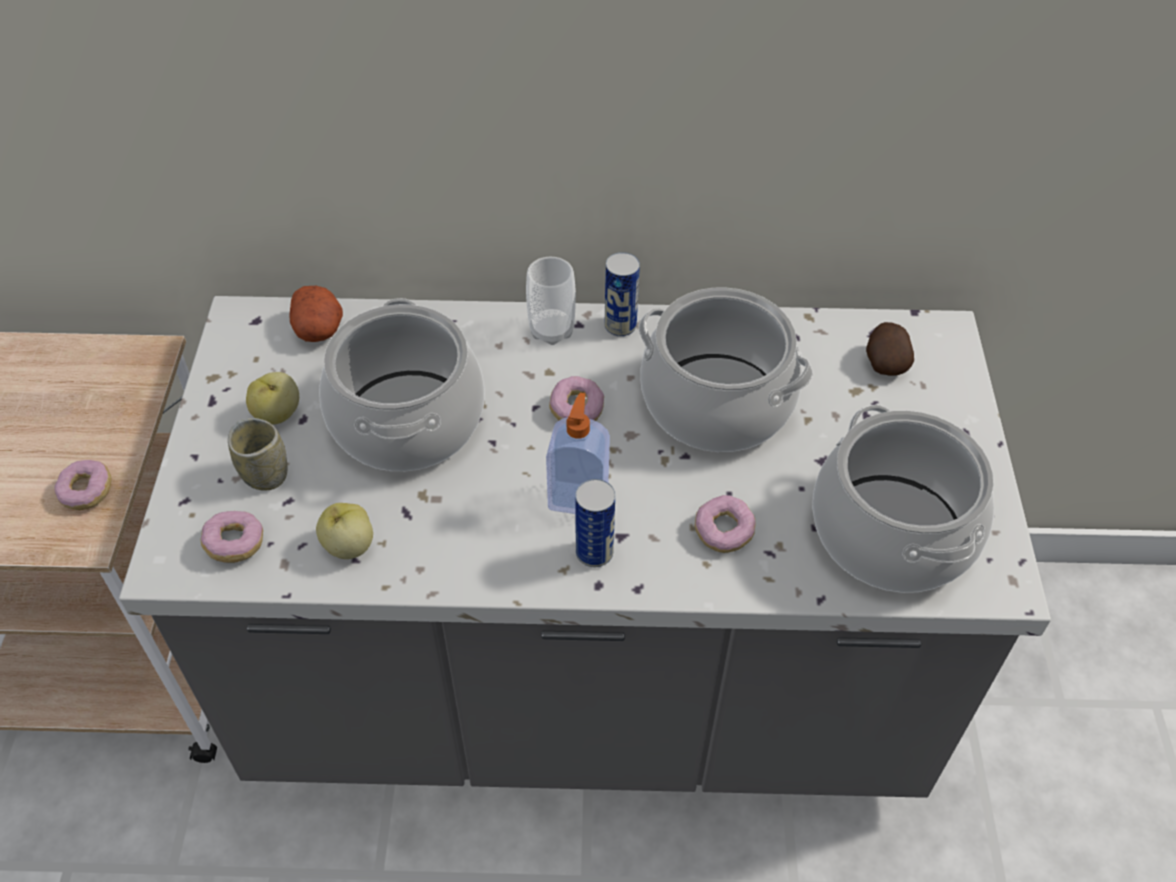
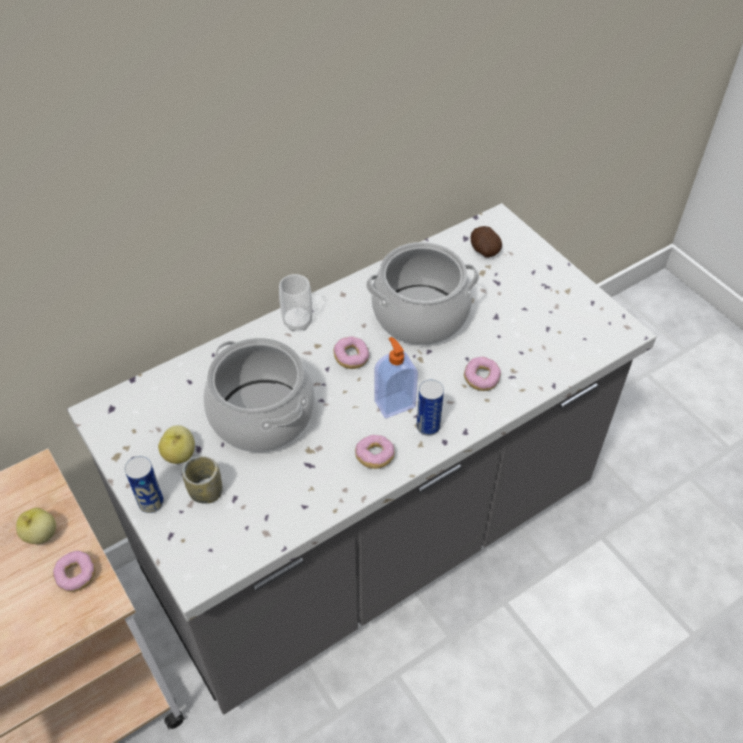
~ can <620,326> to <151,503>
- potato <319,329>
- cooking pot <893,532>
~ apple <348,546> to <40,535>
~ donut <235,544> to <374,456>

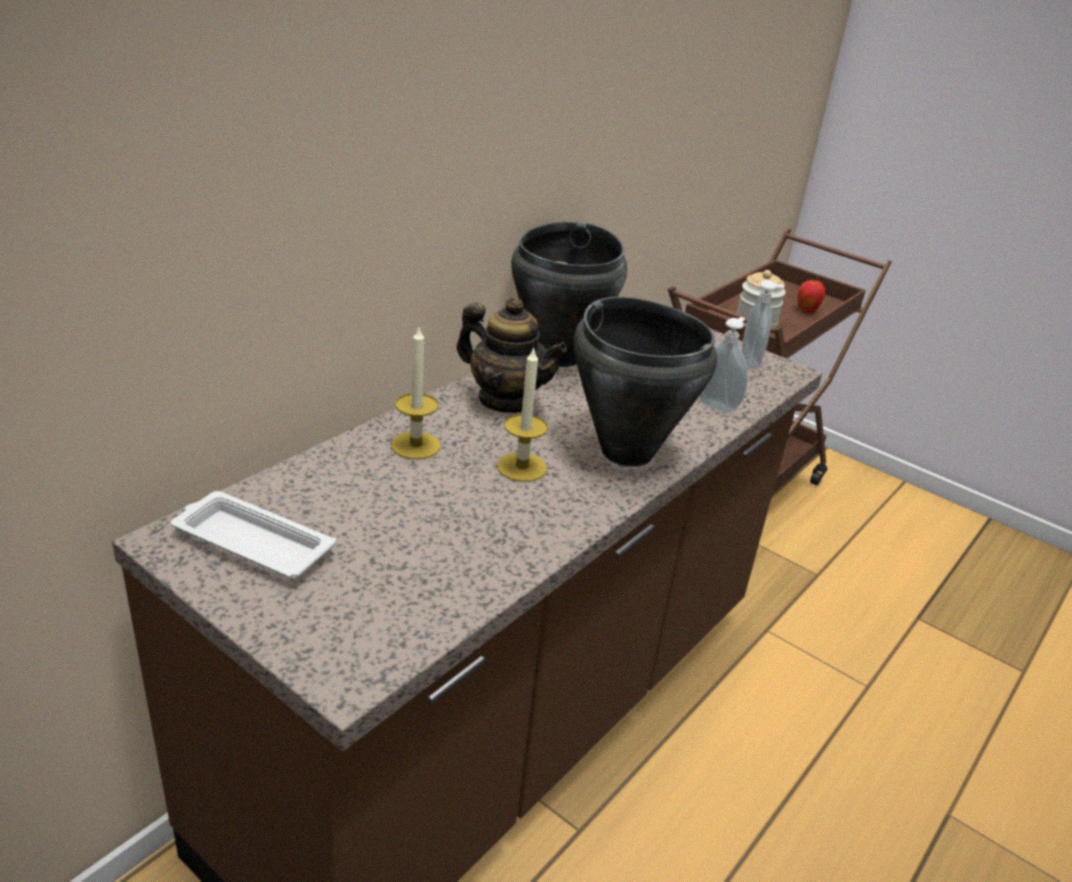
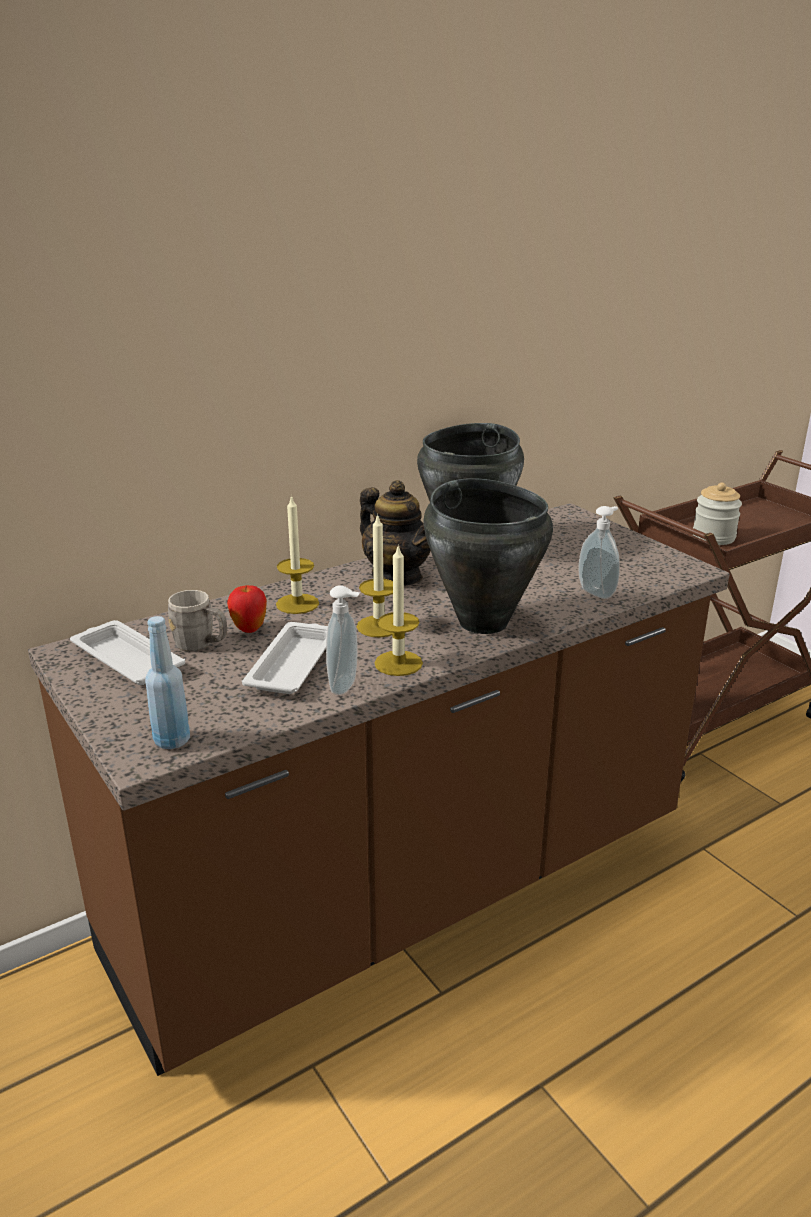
~ soap dispenser <752,363> to <346,686>
~ apple <806,311> to <249,629>
+ candle <398,663>
+ grey mug <201,645>
+ blue bottle <172,740>
+ white tray <293,663>

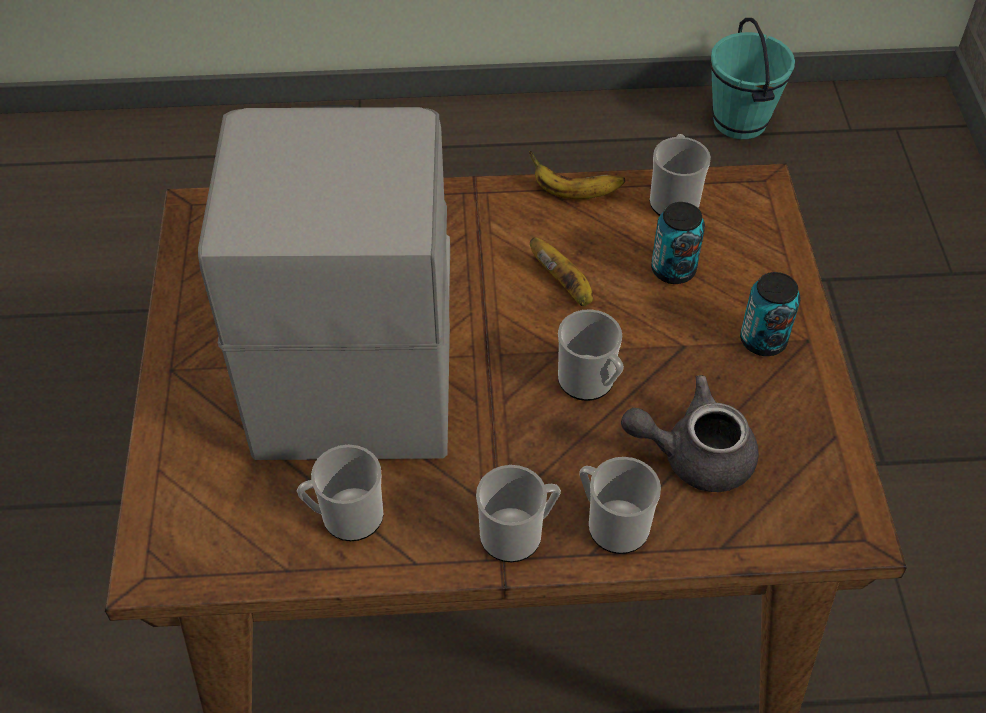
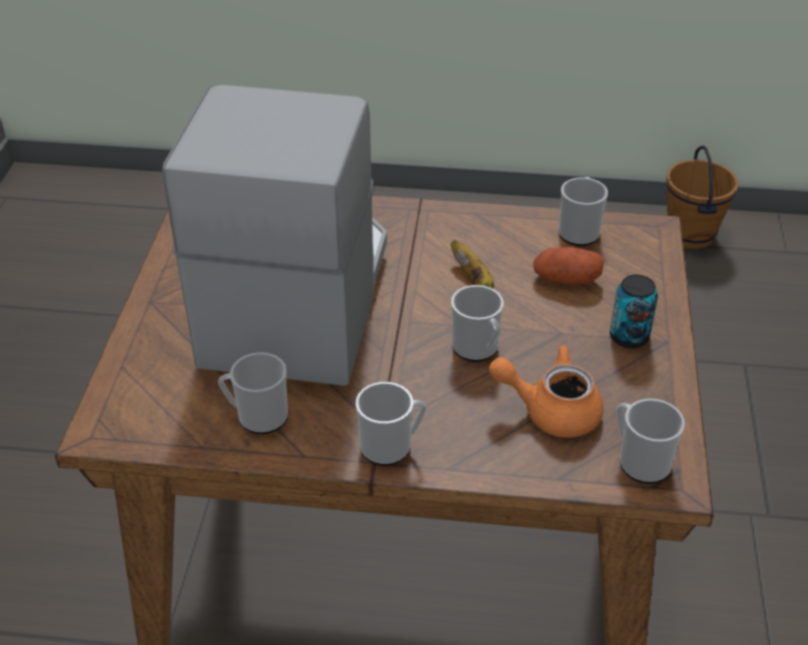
~ turquoise bucket <741,122> to brown bucket <691,235>
- banana <574,193>
~ can <673,270> to potato <566,279>
~ grey teapot <693,455> to orange teapot <550,410>
~ mug <612,524> to <639,461>

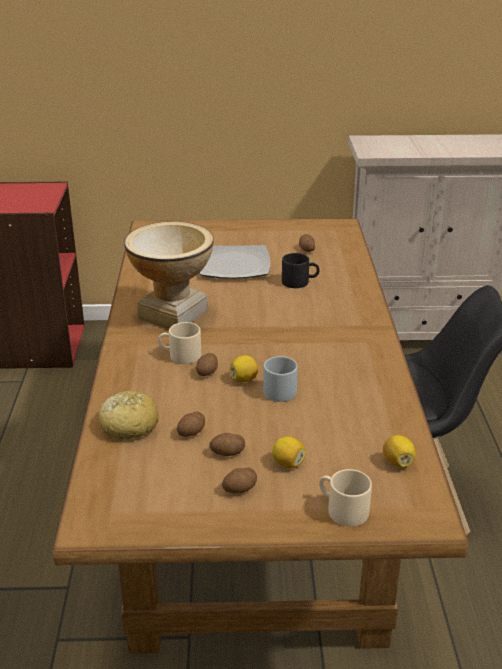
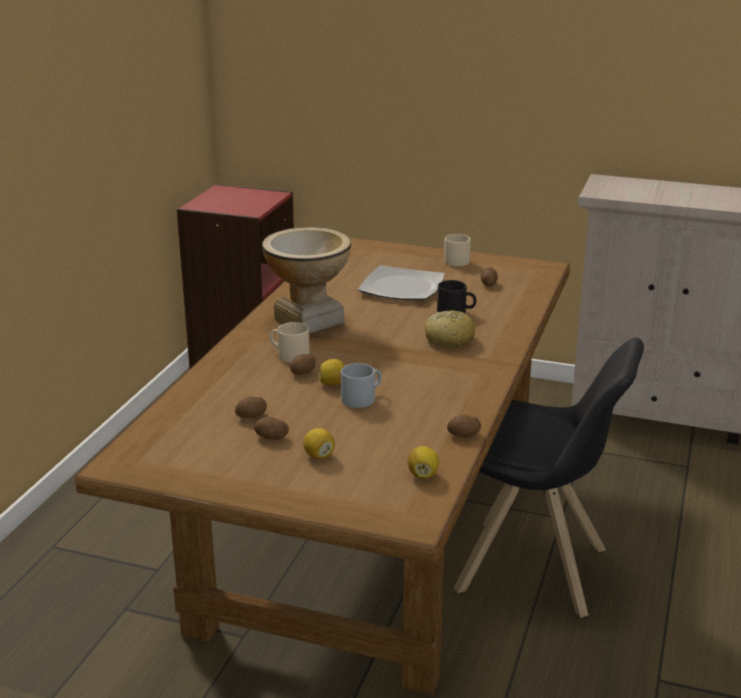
~ bread <128,425> to <449,339>
~ potato <240,489> to <464,435>
~ beige mug <341,509> to <453,260>

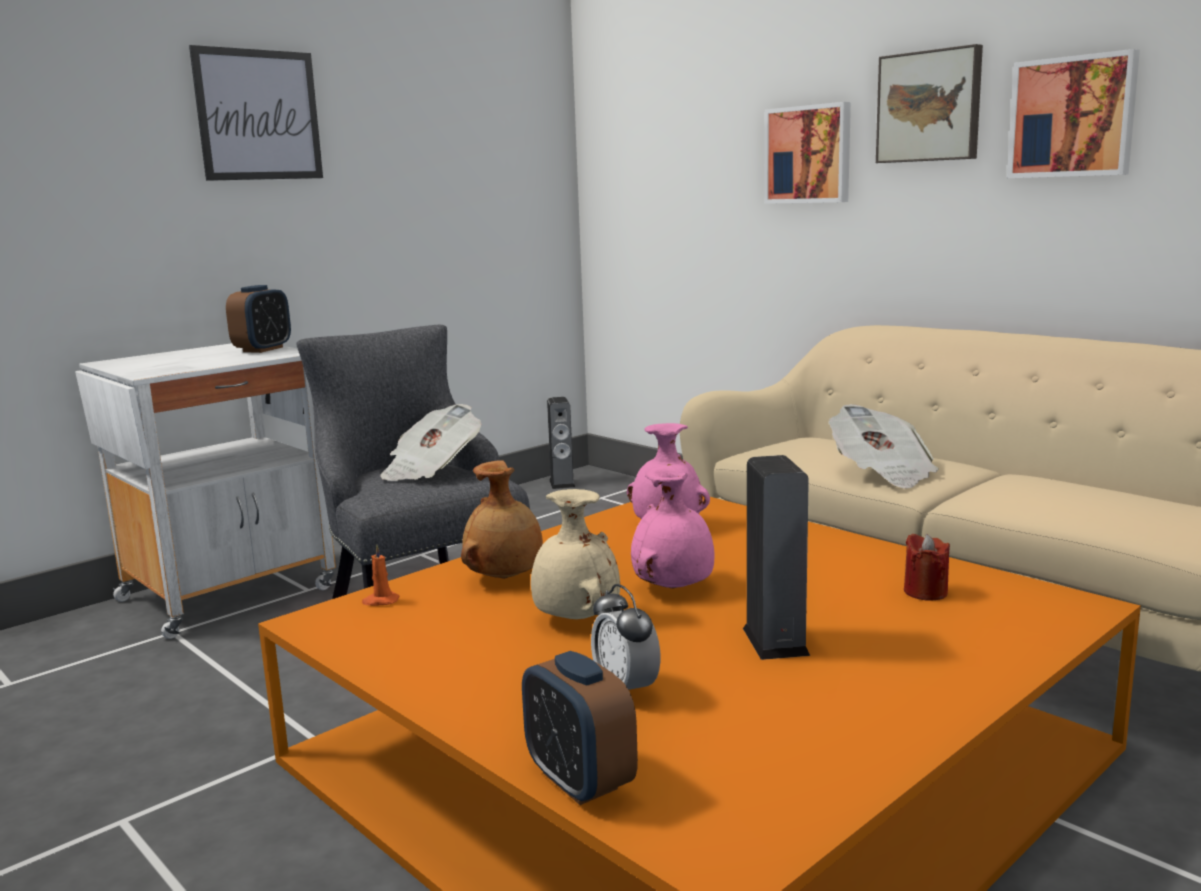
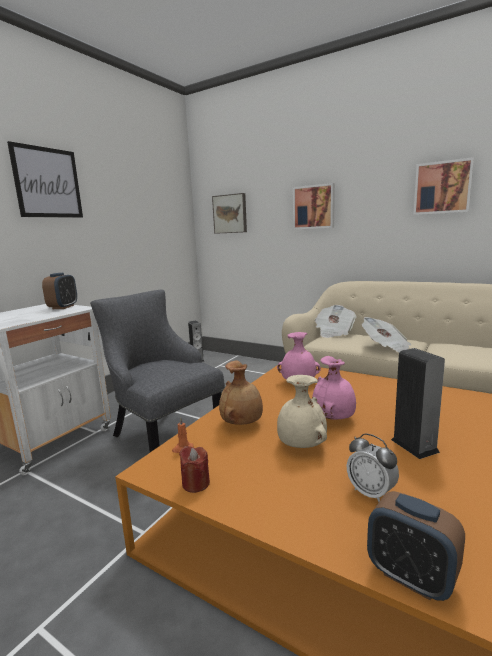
~ picture <930,106> to <230,214>
~ newspaper <431,470> to <334,332>
~ red candle <925,592> to <196,483>

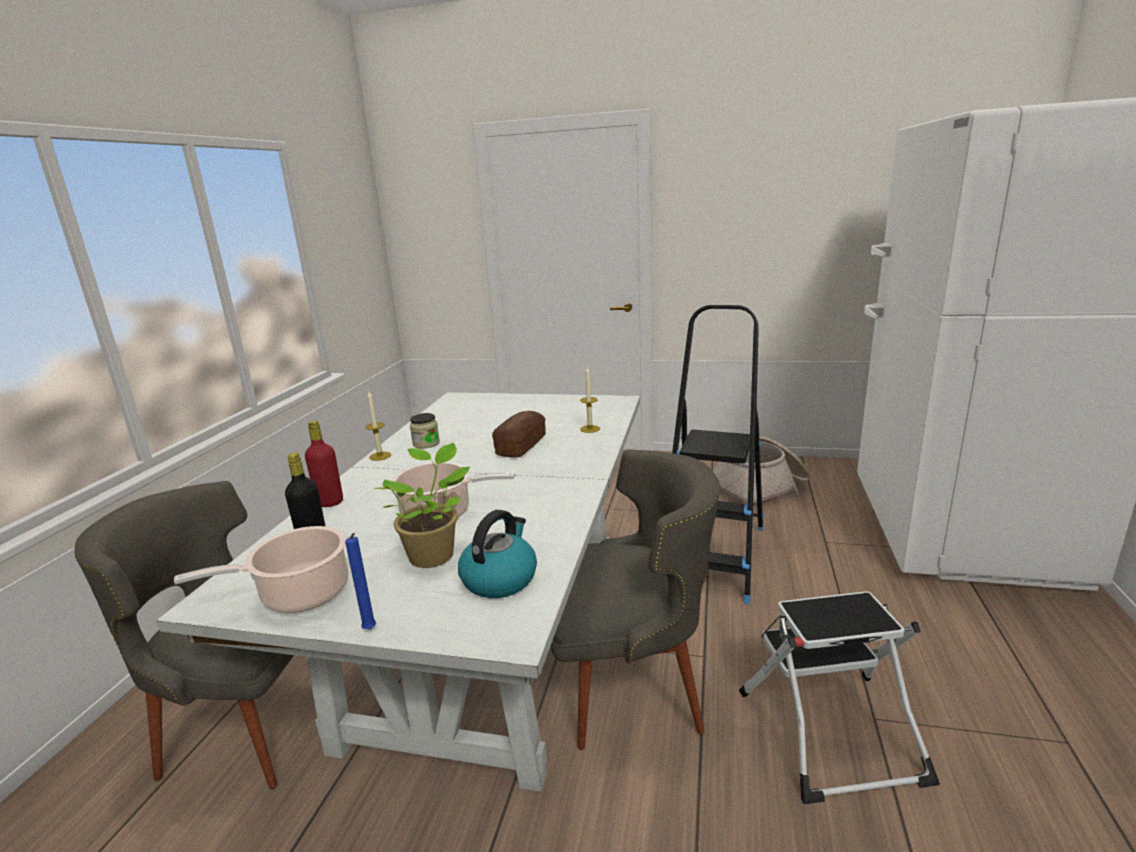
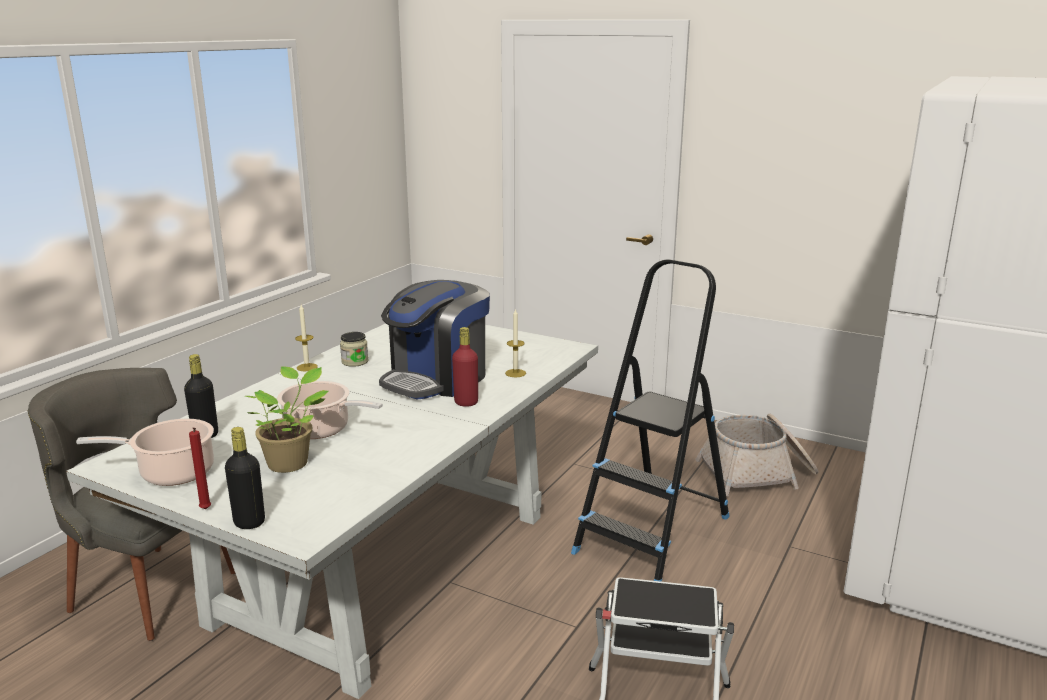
~ bread <521,446> to coffee machine <437,379>
~ red bottle <330,502> to <466,402>
- grey chair <627,691>
- kettle <500,578>
~ blue candle <370,630> to red candle <205,510>
+ black bottle <249,522>

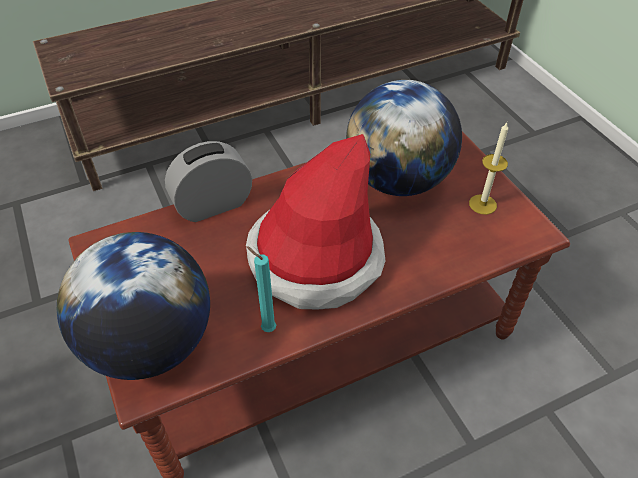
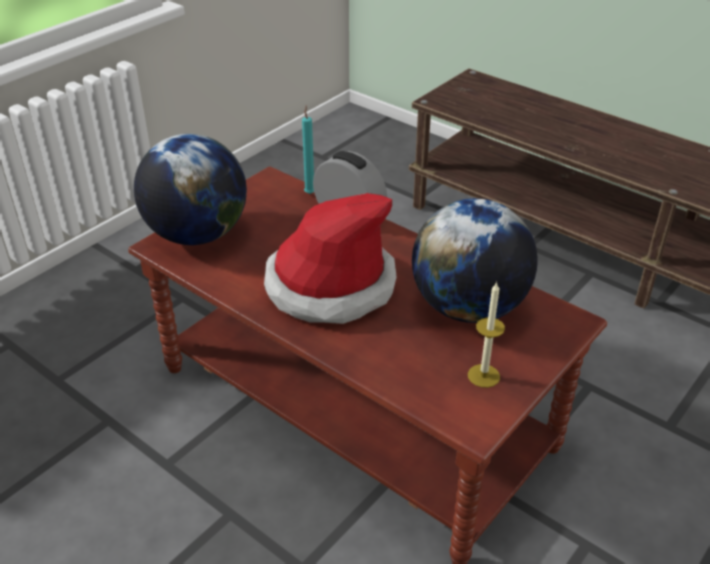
~ turquoise candle <266,328> to <310,193>

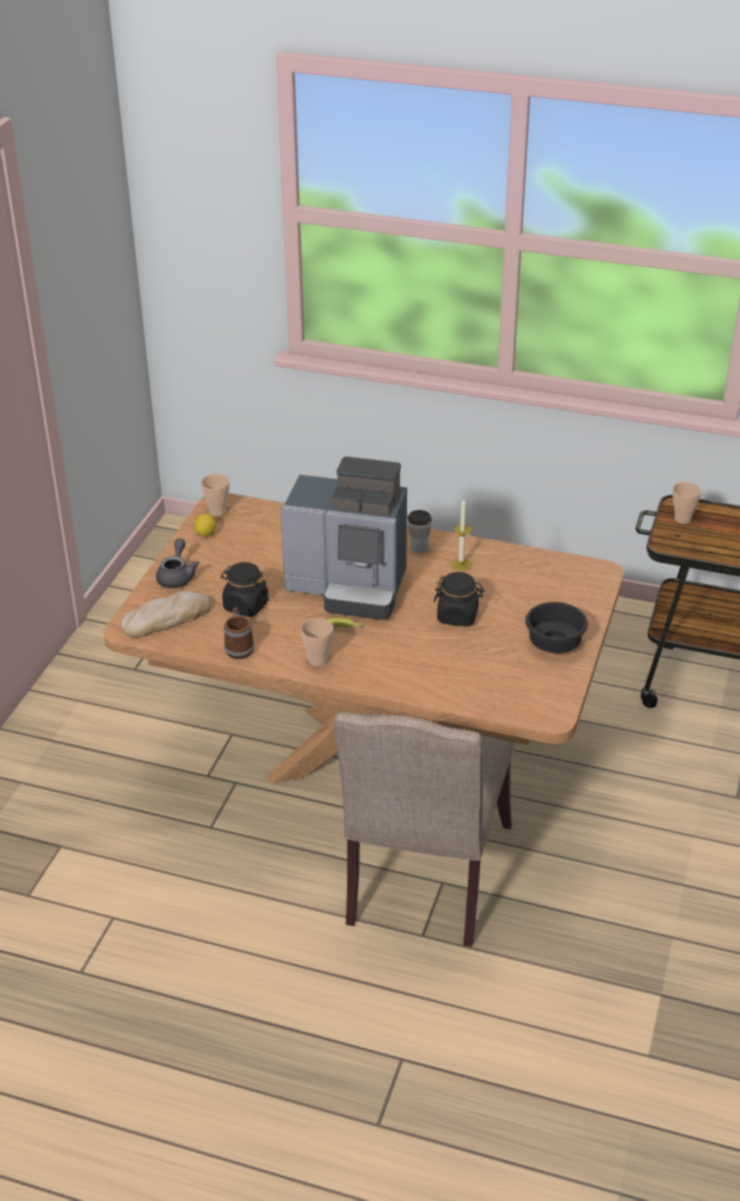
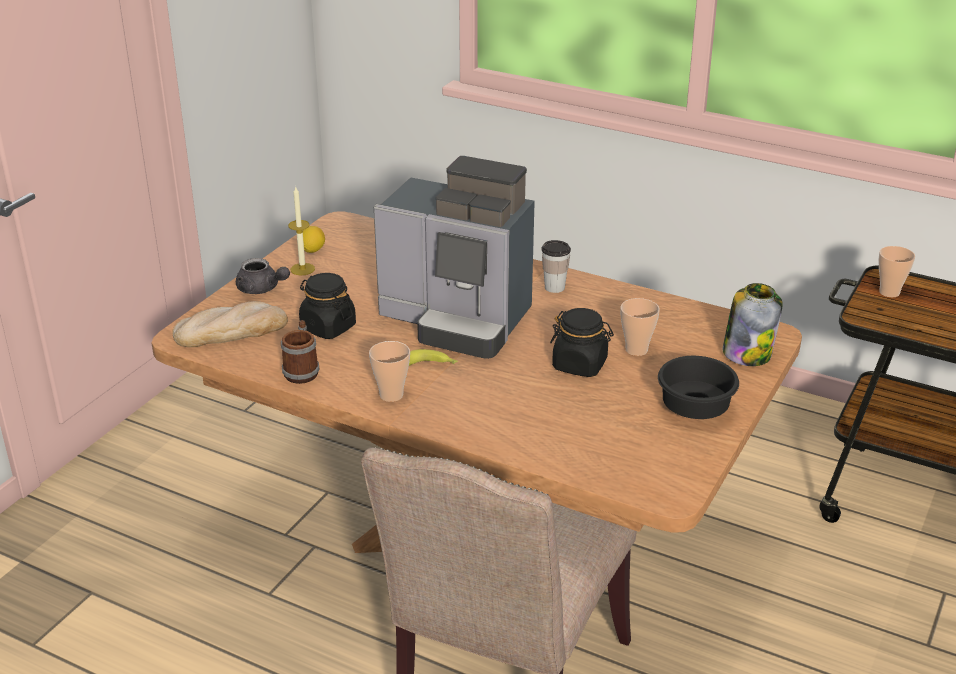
~ cup <217,512> to <636,350>
~ candle <461,564> to <302,269>
~ grey teapot <177,576> = <262,289> 105 degrees clockwise
+ jar <747,353>

